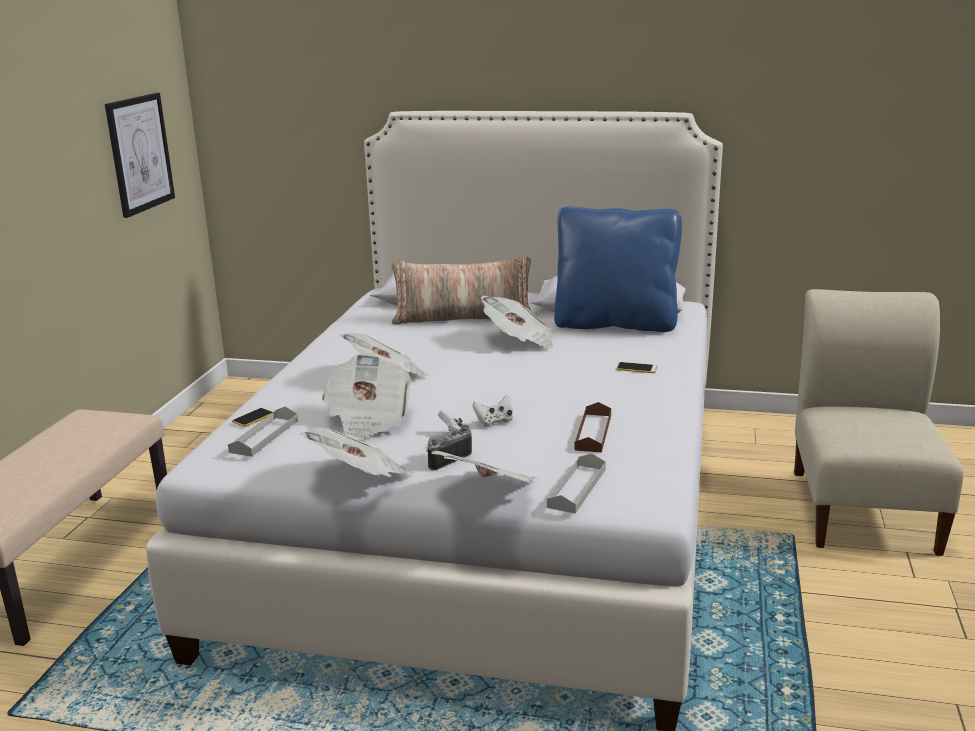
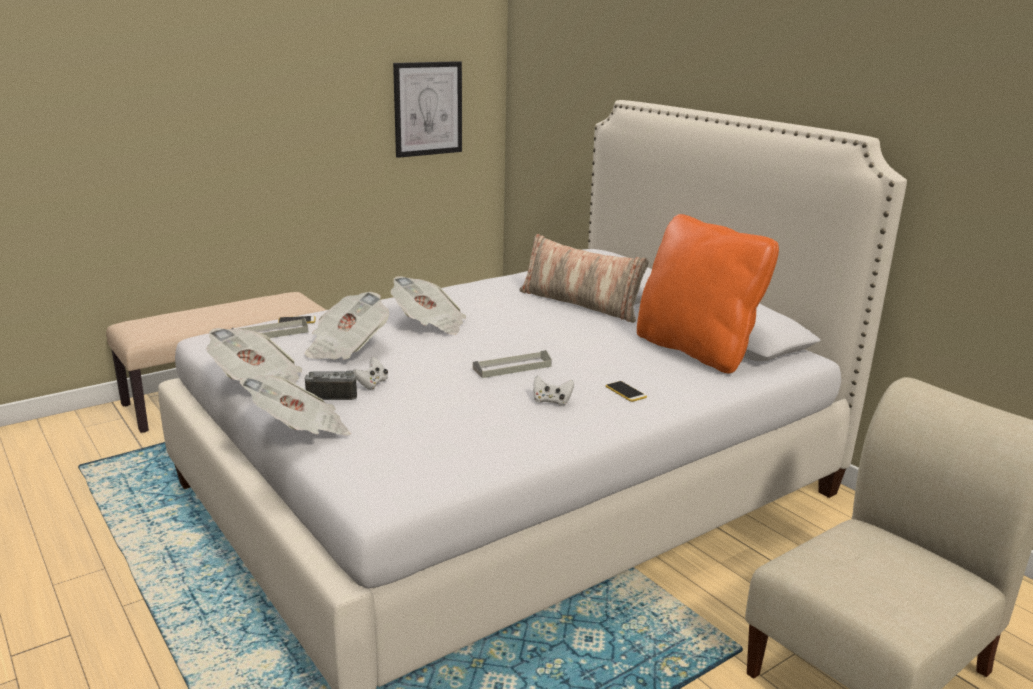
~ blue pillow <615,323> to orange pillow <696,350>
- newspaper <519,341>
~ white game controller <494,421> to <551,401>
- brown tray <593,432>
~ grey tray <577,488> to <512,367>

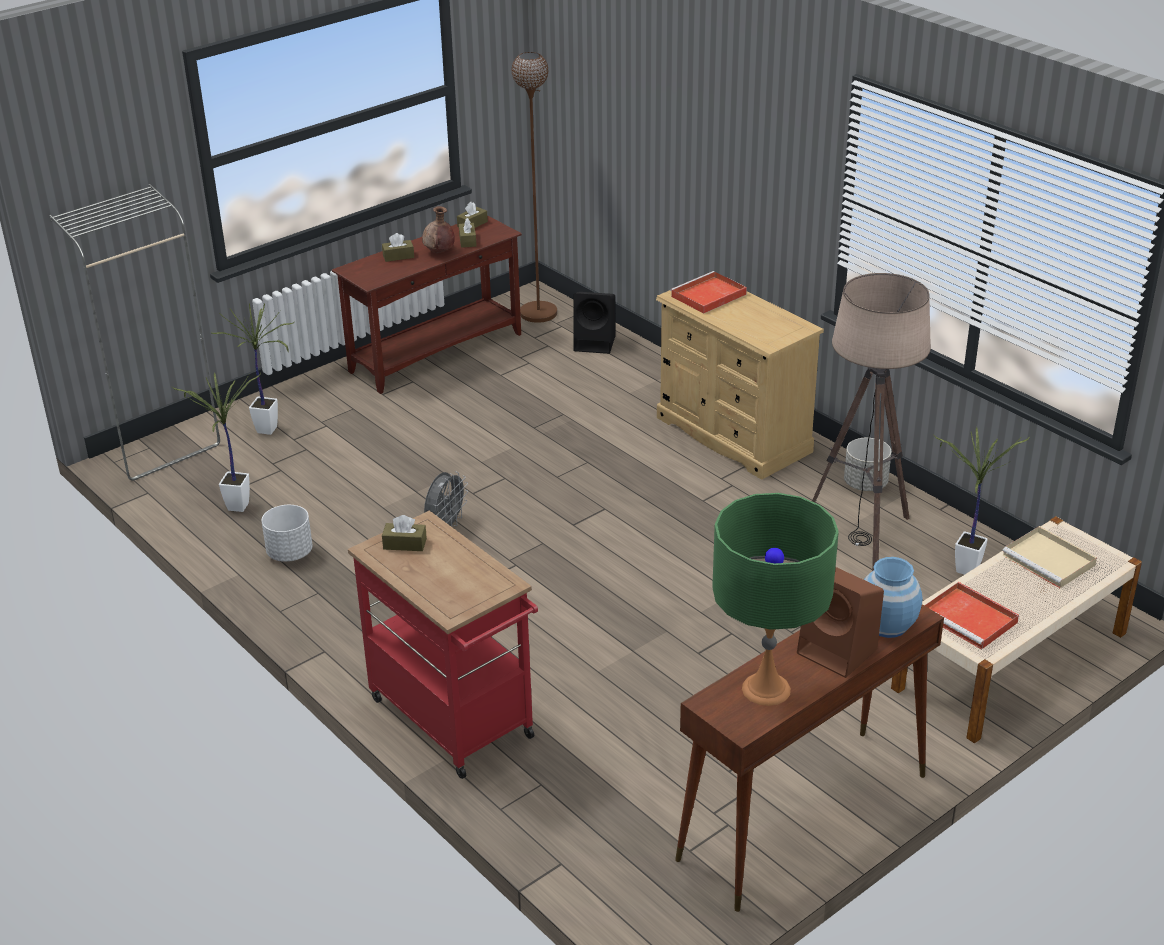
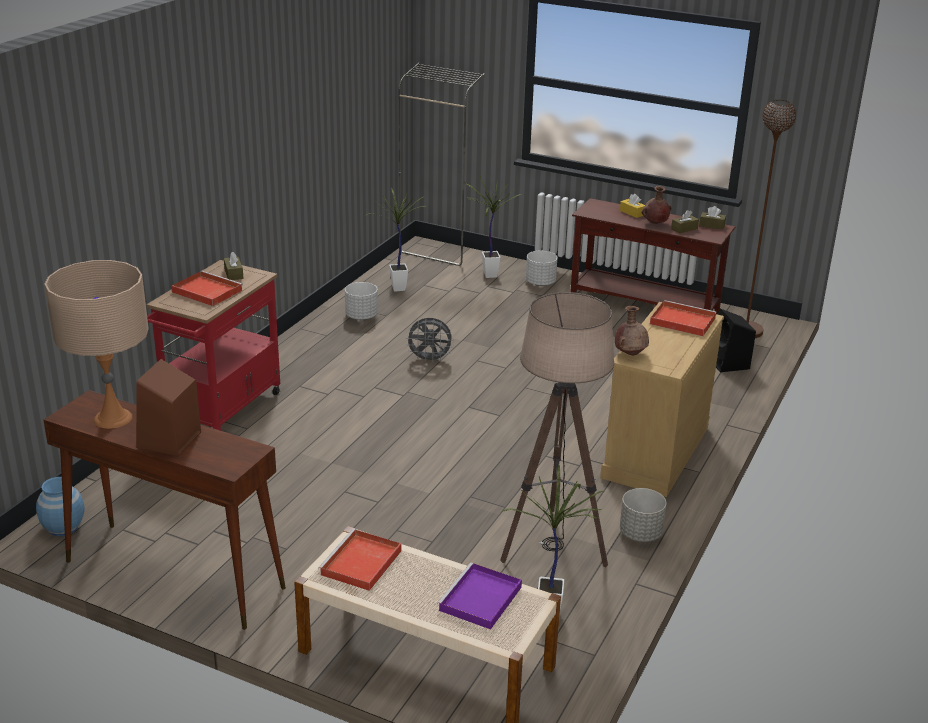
~ brown tissue box <398,256> to yellow tissue box <632,213>
~ green table lamp <766,689> to beige table lamp <113,418>
~ beige tray <1050,561> to purple tray <480,600>
~ blue vase <887,625> to <63,527>
+ white planter <540,283>
+ red tray <206,291>
+ brown vase <630,353>

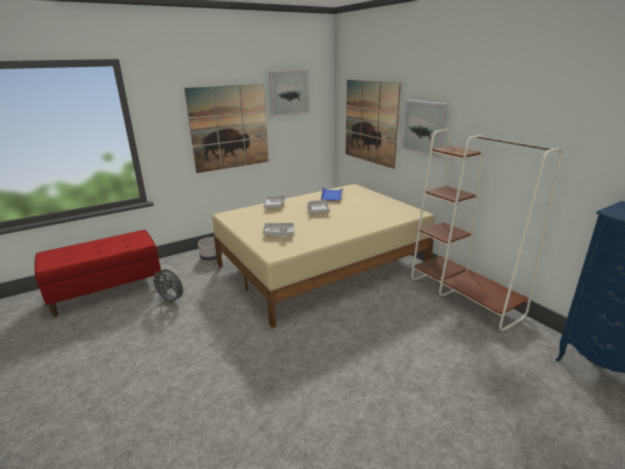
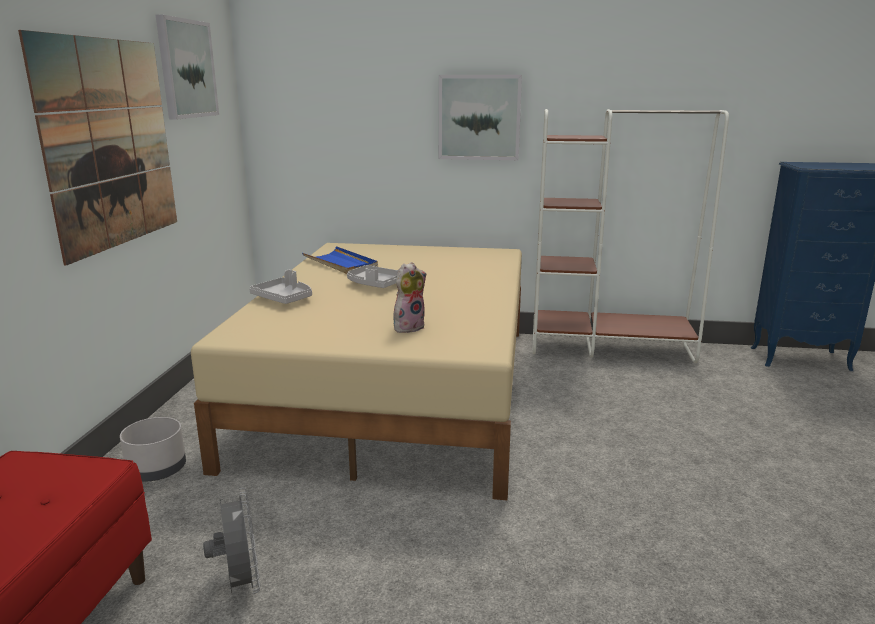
- picture <370,122>
~ grey tray <279,233> to plush toy <409,327>
~ grey fan <171,301> = <240,584> 90 degrees counterclockwise

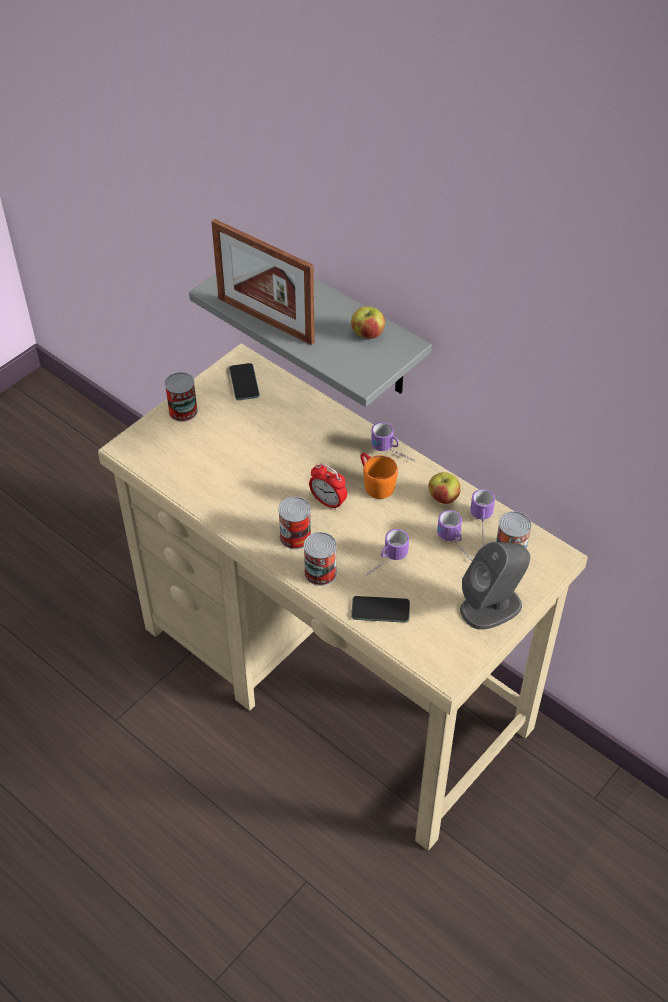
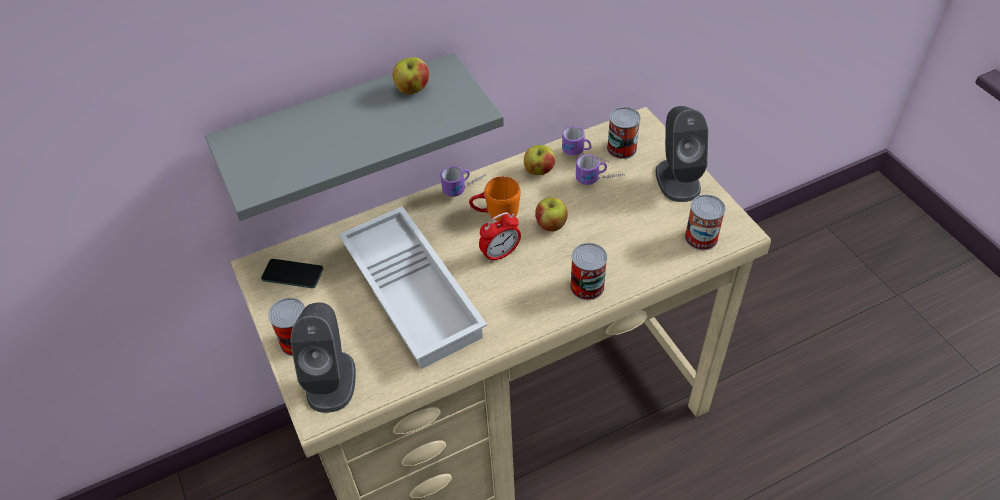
- picture frame <265,320>
~ can <295,537> to <701,238>
- mug <385,563>
- phone <380,610>
+ apple <550,225>
+ white tray <415,292>
+ grey speaker <331,380>

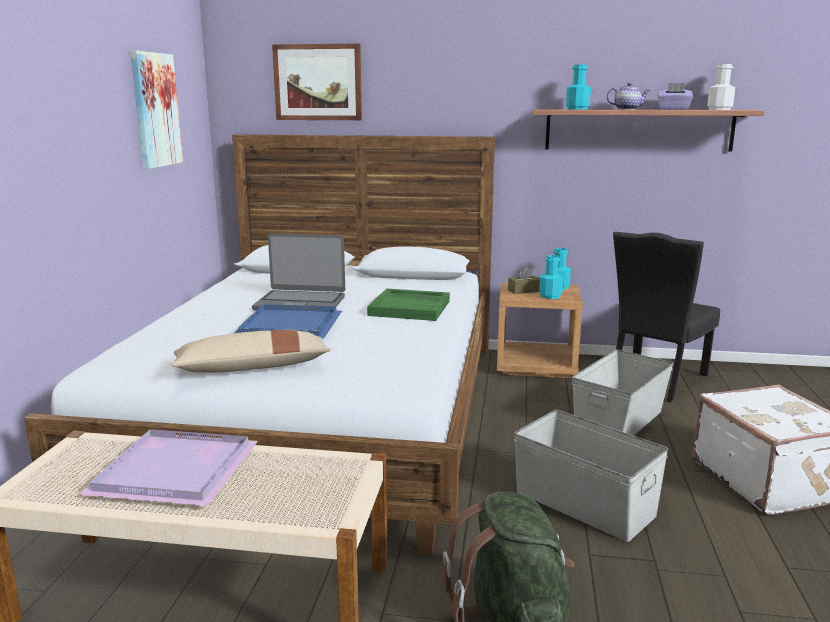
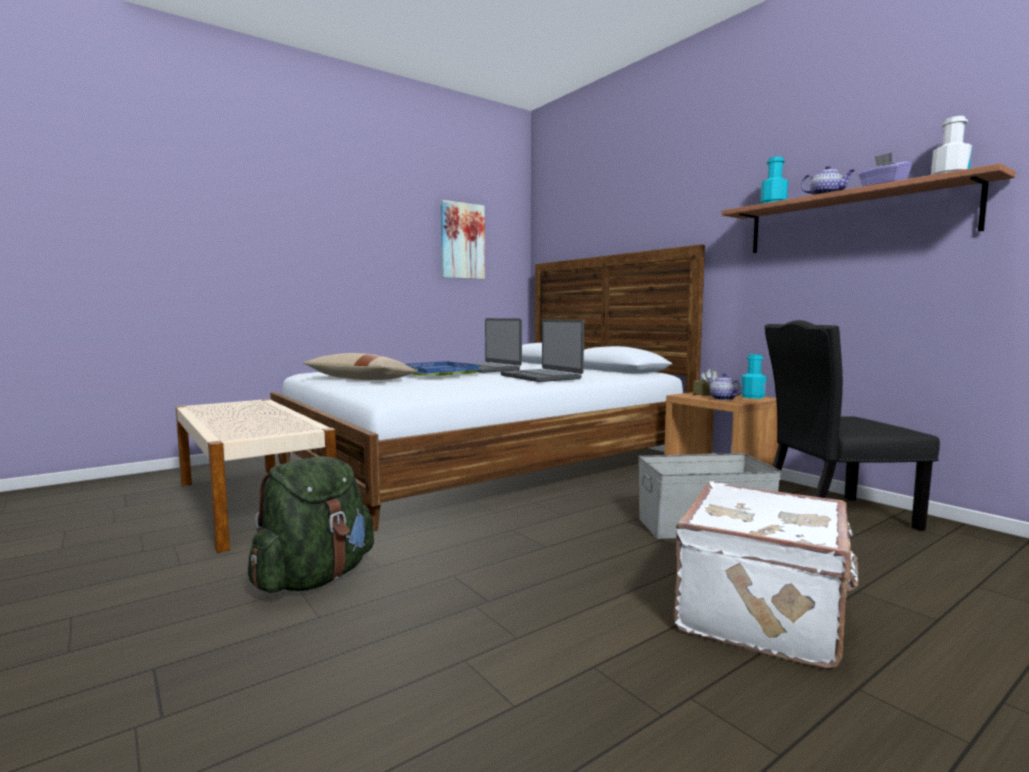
- picture <318,82>
~ turquoise bottle <550,296> to teapot <722,399>
~ green tray <410,308> to laptop <541,377>
- grey storage box <584,502>
- purple tray <178,470>

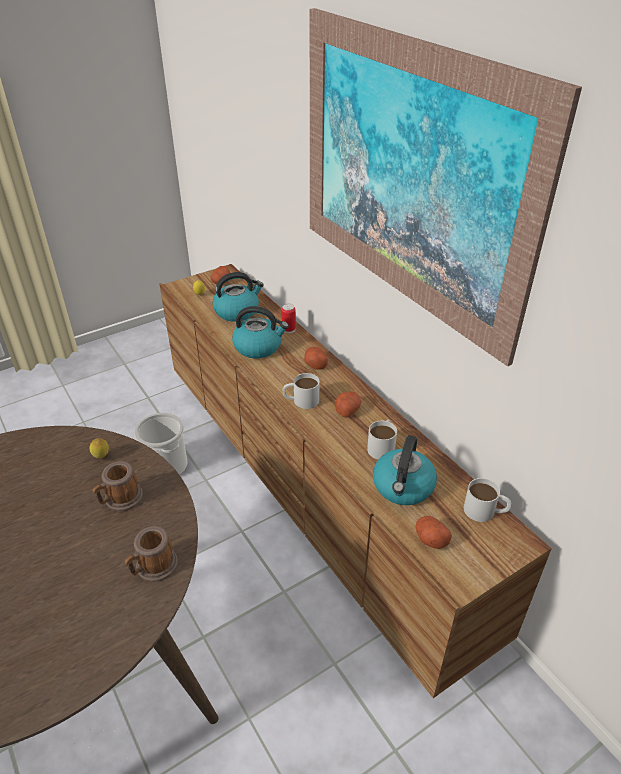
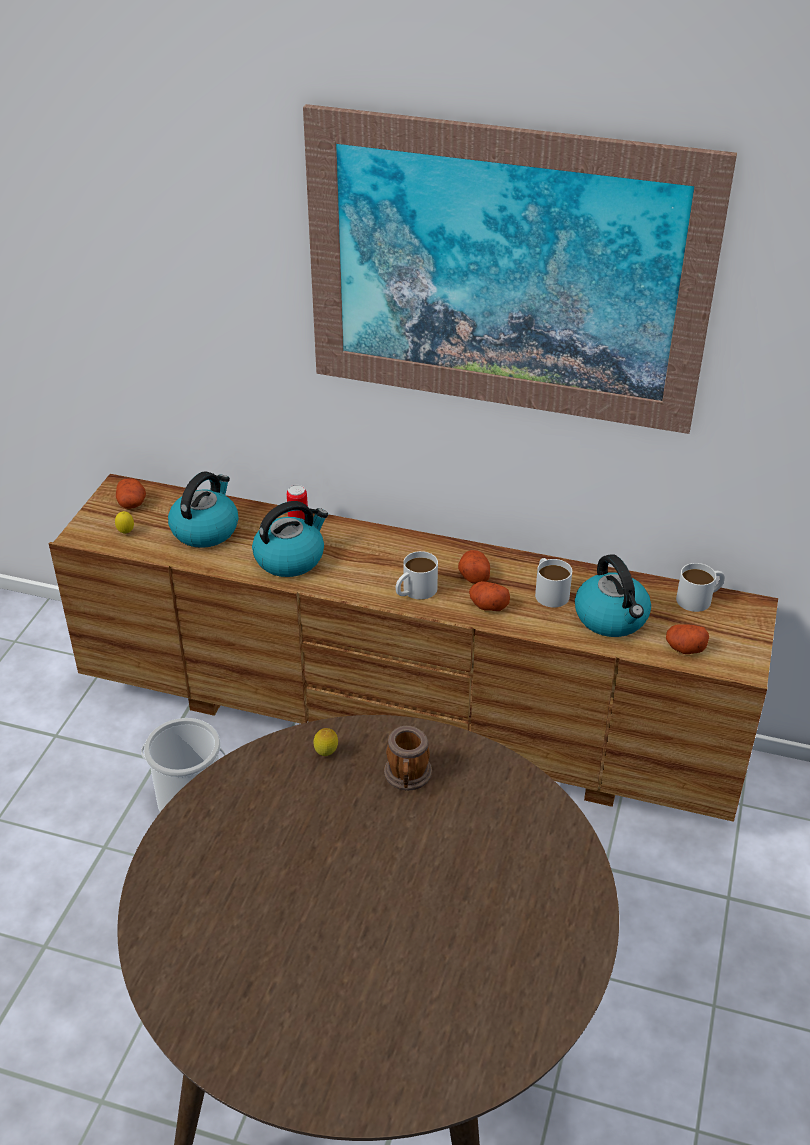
~ potato <315,364> to <488,605>
- mug <153,568>

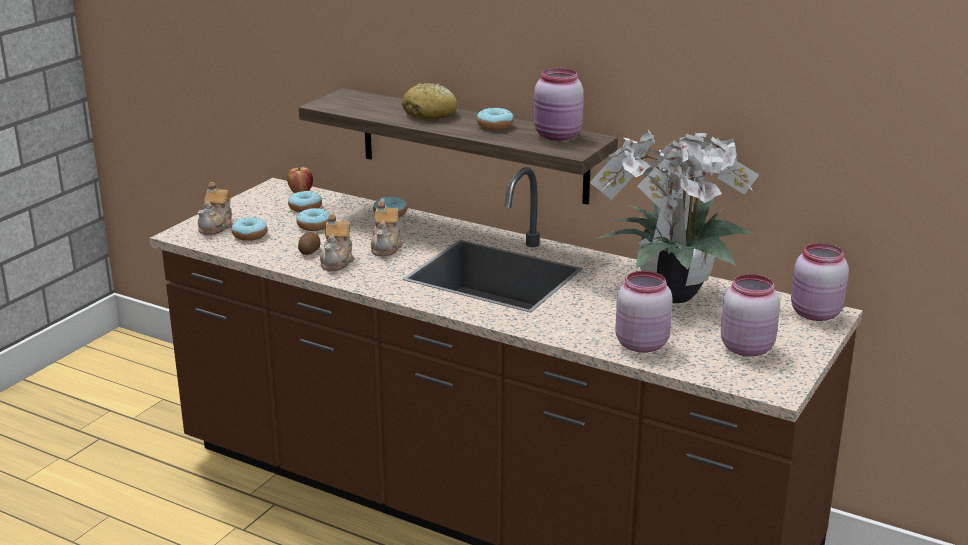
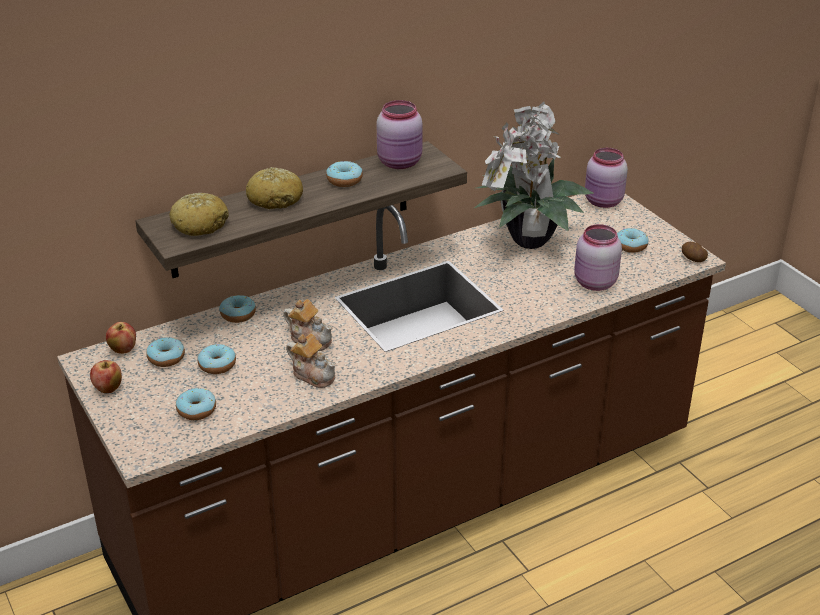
- teapot <217,226>
~ potato <309,251> to <692,259>
~ pink jar <745,348> to donut <631,246>
+ bread <200,224>
+ apple <108,389>

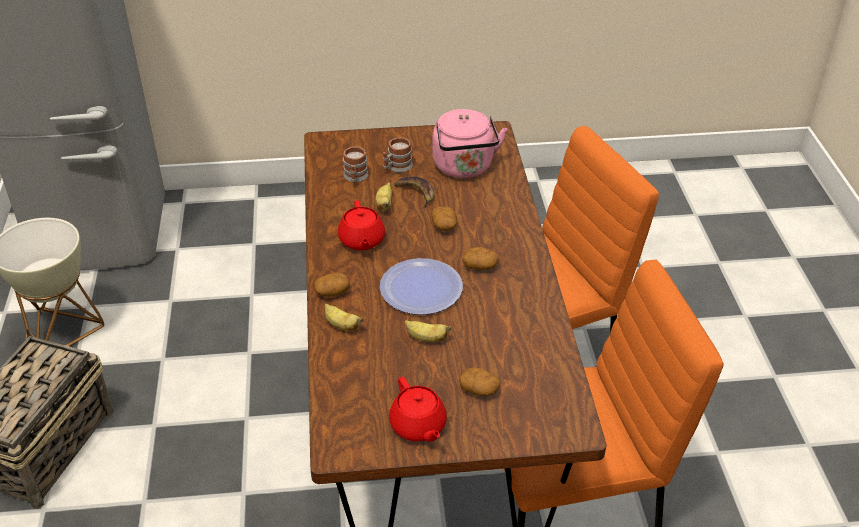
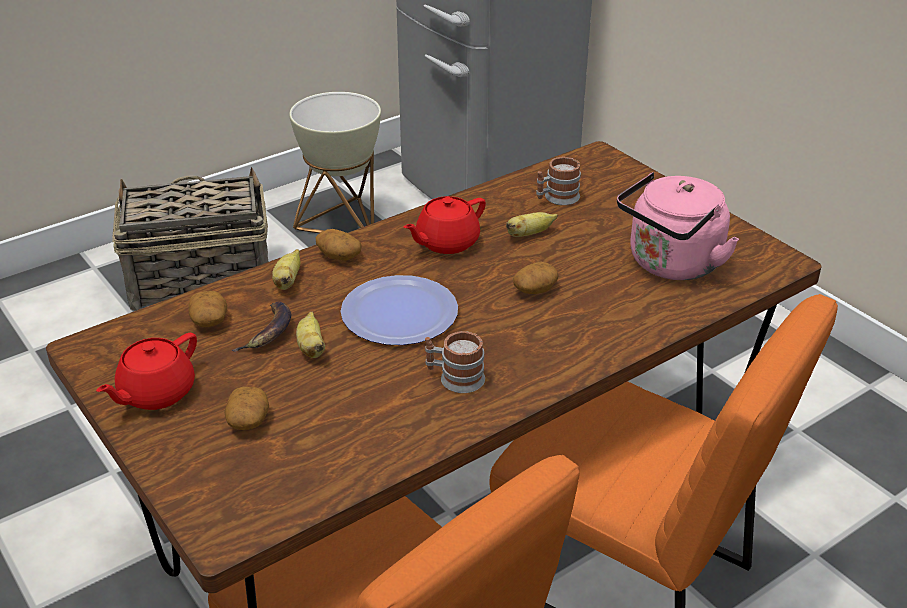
~ mug <396,167> to <455,378>
~ banana <416,193> to <269,332>
~ potato <480,266> to <209,320>

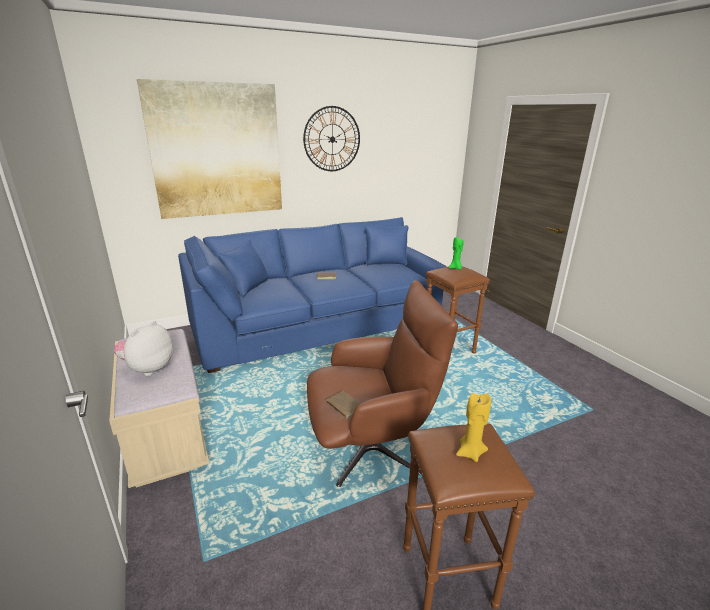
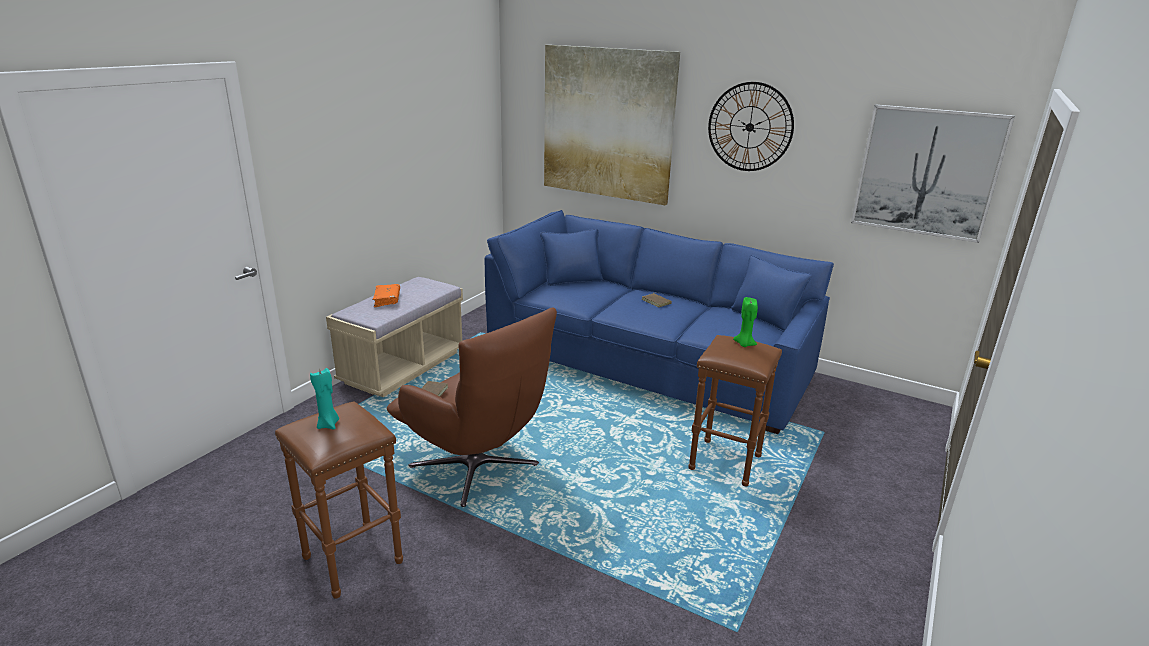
~ plush toy <148,369> to orange book <387,300>
~ yellow candle <470,453> to turquoise candle <328,424>
+ picture <927,172>

